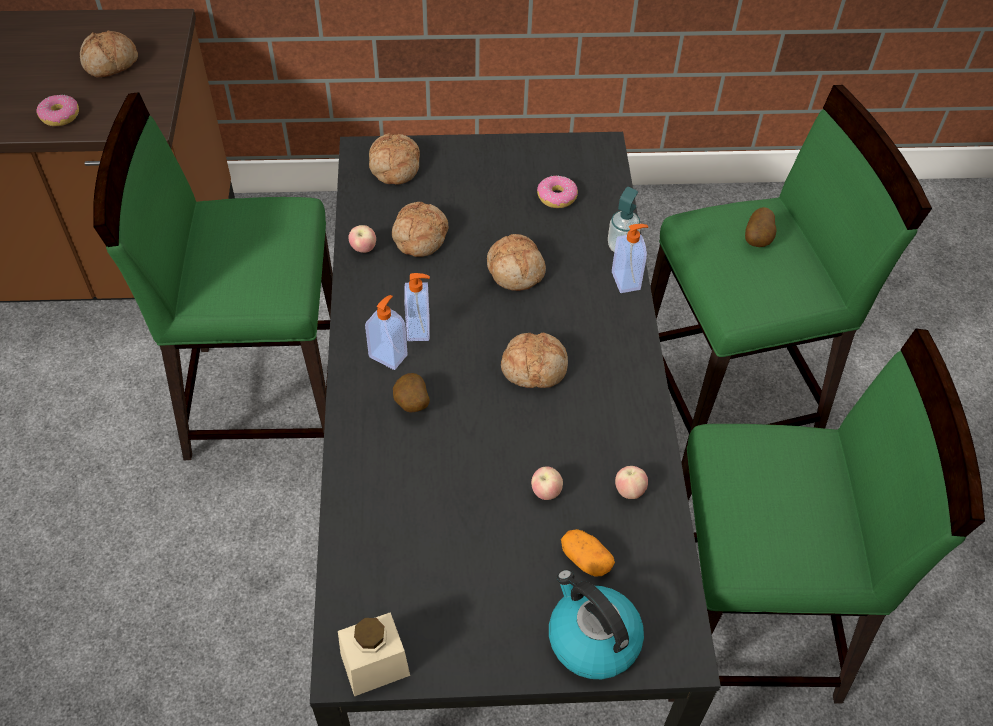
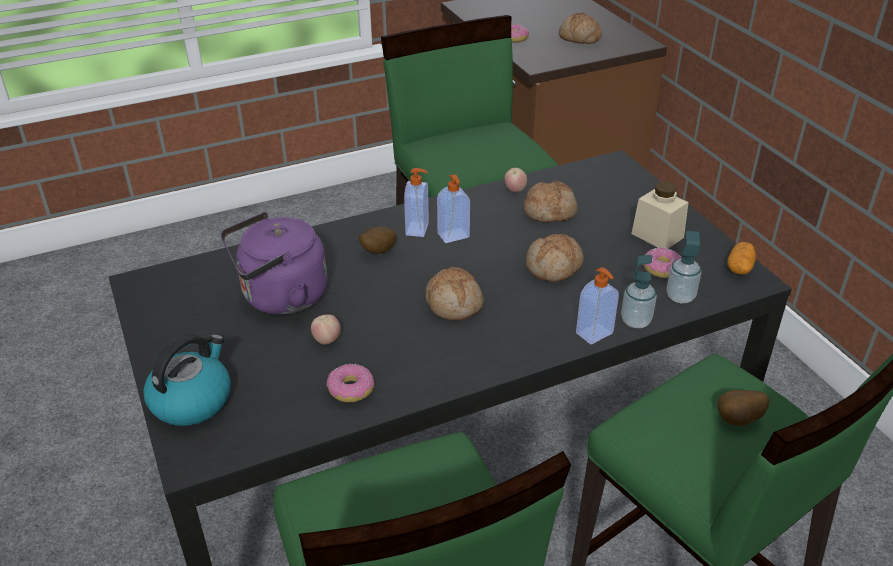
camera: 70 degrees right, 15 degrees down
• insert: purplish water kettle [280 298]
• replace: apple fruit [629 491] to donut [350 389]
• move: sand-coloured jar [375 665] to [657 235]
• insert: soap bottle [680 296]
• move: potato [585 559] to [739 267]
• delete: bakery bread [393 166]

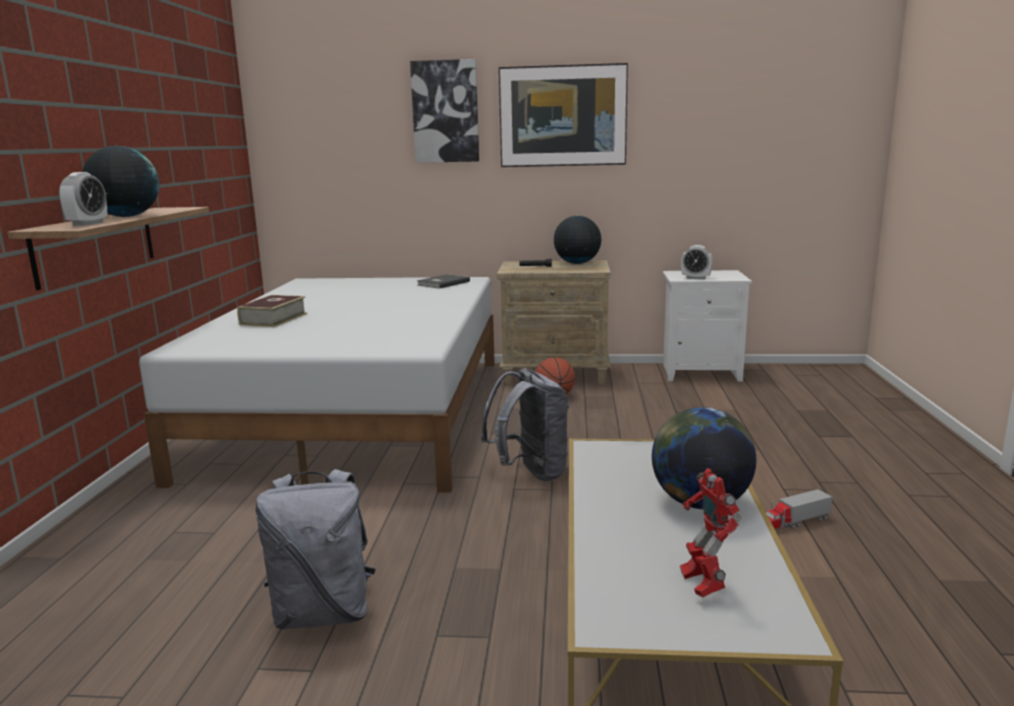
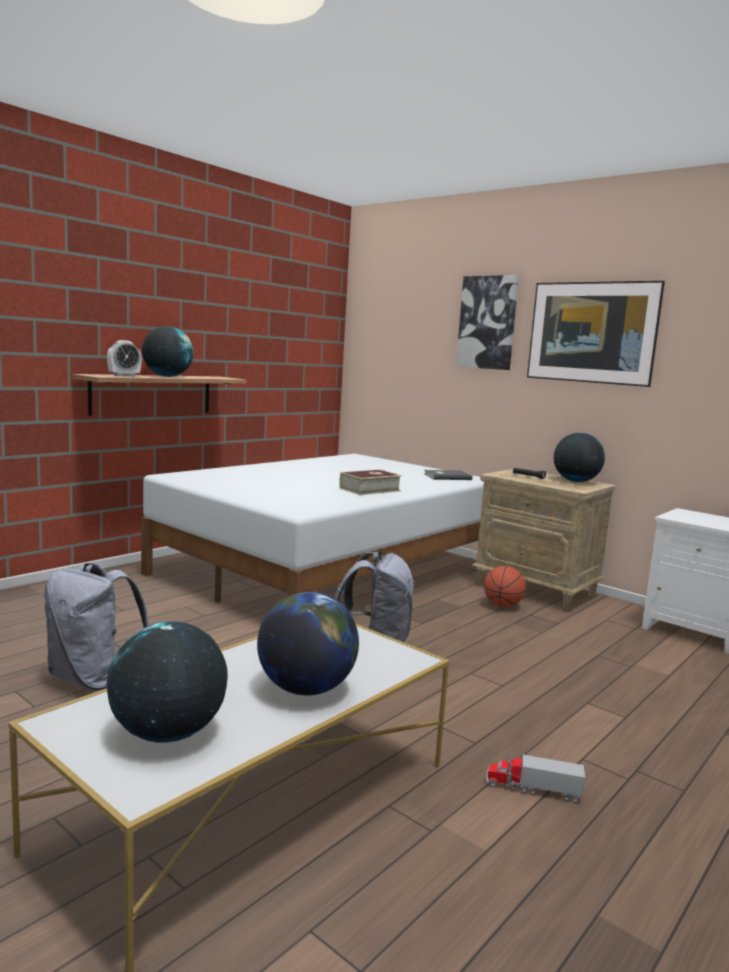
camera: 35 degrees right, 5 degrees down
• replace: model robot [701 585] to globe [168 734]
• move: book [273 319] to [369 489]
• delete: table clock [696 278]

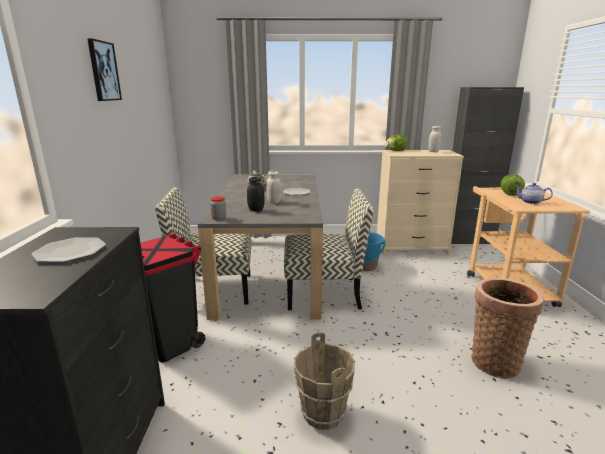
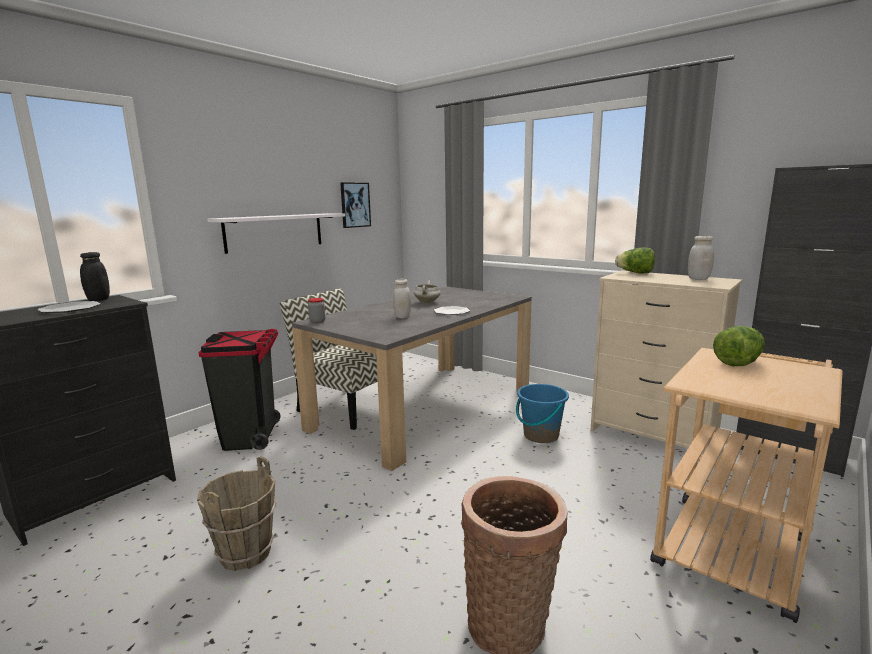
camera: 40 degrees right, 5 degrees down
• move: blackish jar [256 210] to [98 299]
• insert: white-coloured bracket shelf [275 232]
• move: wall art [103 71] to [355 205]
• delete: plain chair [324 292]
• delete: teapot [530 202]

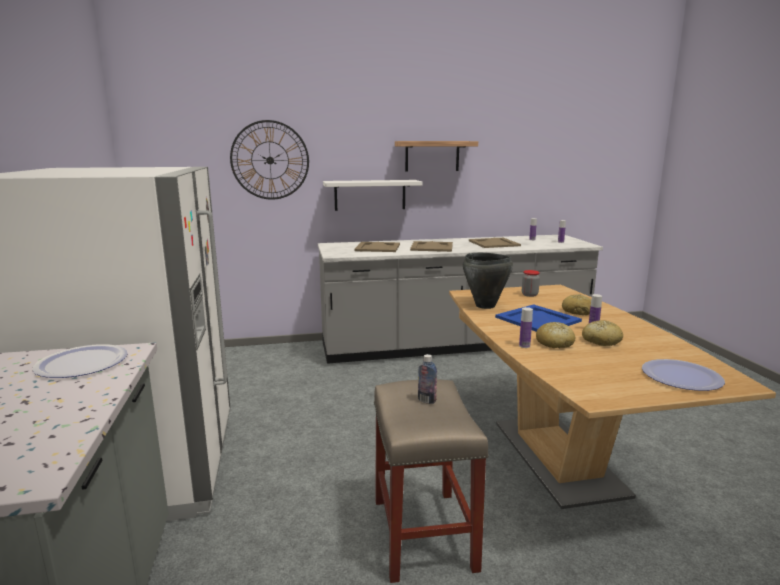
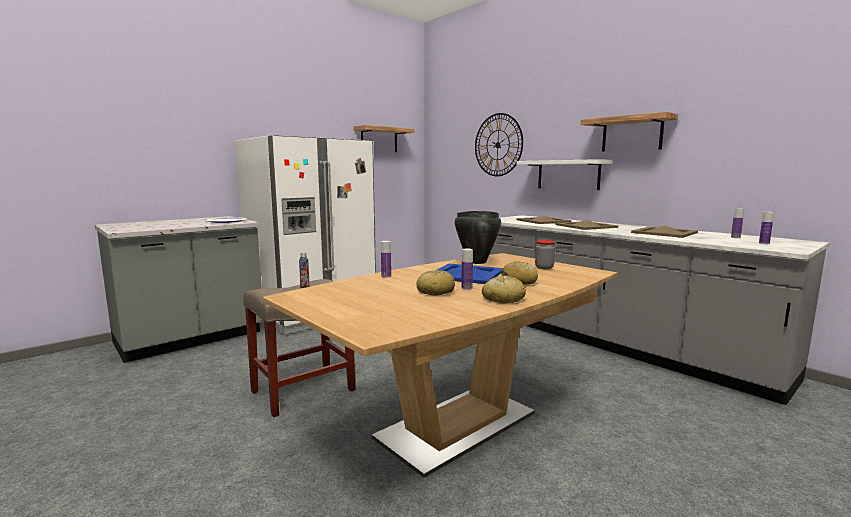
camera: 60 degrees right, 5 degrees down
• insert: bracket shelf [379 140]
• move: bakery bread [554 343] to [503 299]
• delete: dinner plate [681 376]

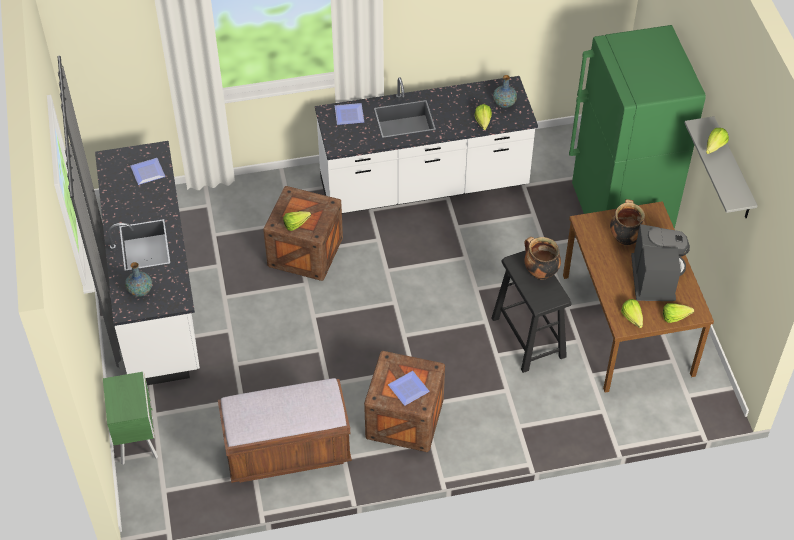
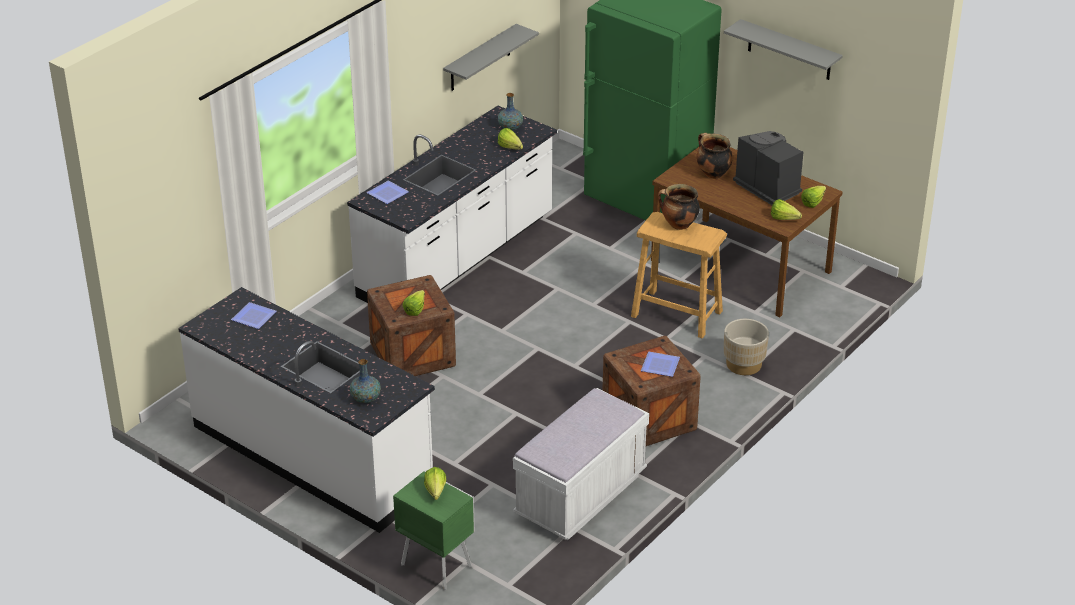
camera: 40 degrees left, 15 degrees down
• move: lettuce [712 149] to [435 493]
• insert: grey bracket shelf [480 58]
• recolor: brown bench [287 452] to white-coloured bench [581 496]
• recolor: blackish stool seat [528 337] to sand-coloured stool seat [676 313]
• insert: sand-coloured flower pot [744 365]

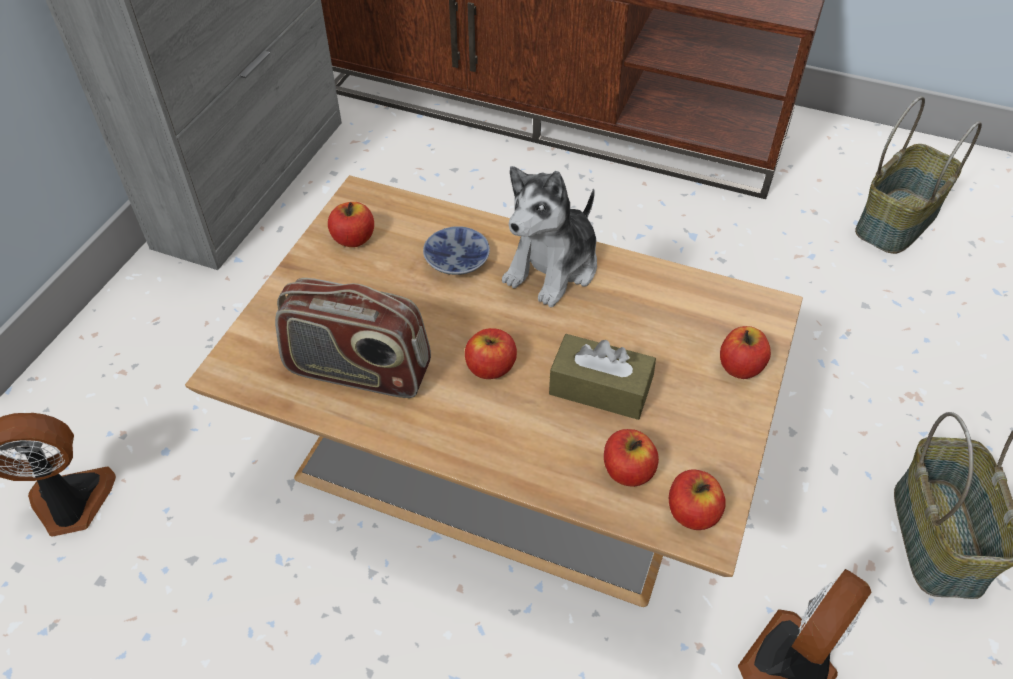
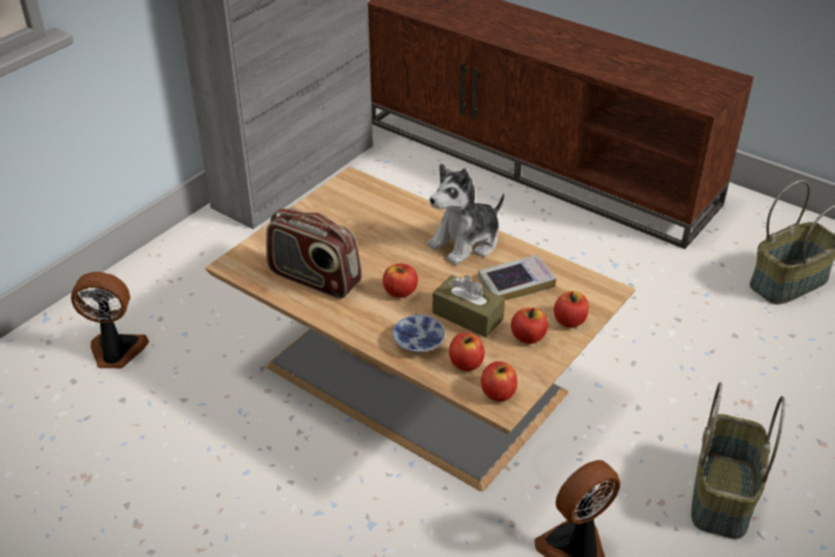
camera: 15 degrees right, 10 degrees down
• move: serving bowl [456 262] to [417 343]
• insert: book [516 283]
• move: apple fruit [353 239] to [528 337]

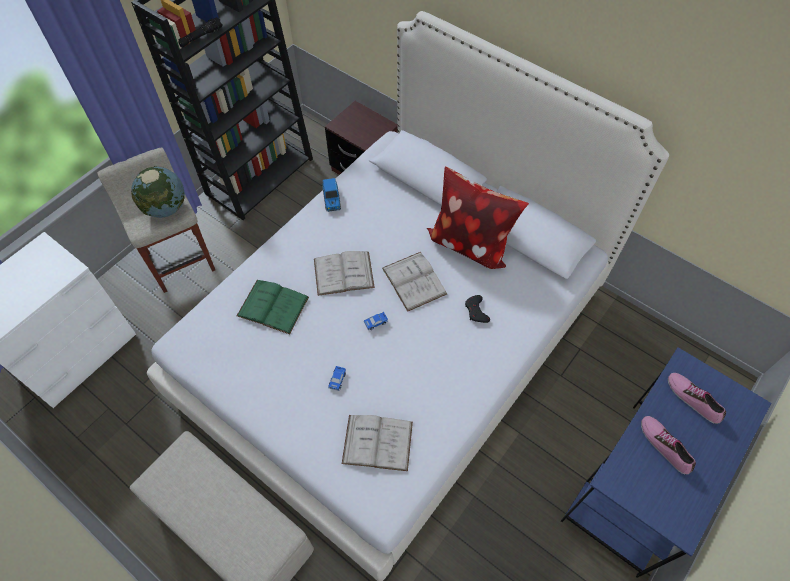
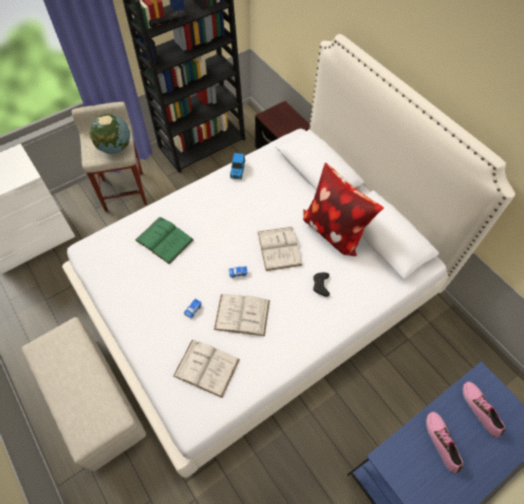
camera: 15 degrees right, 0 degrees up
• move: white-coloured book [343 273] to [242 314]

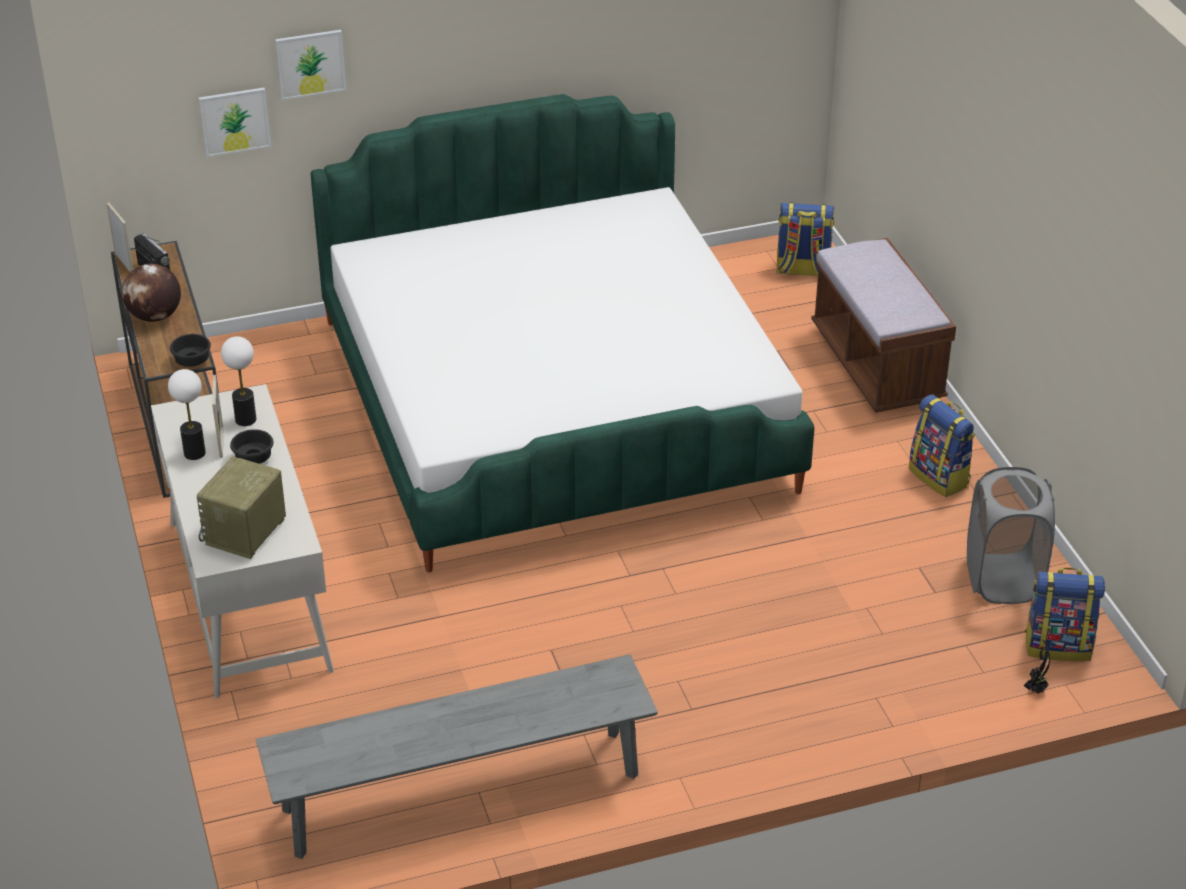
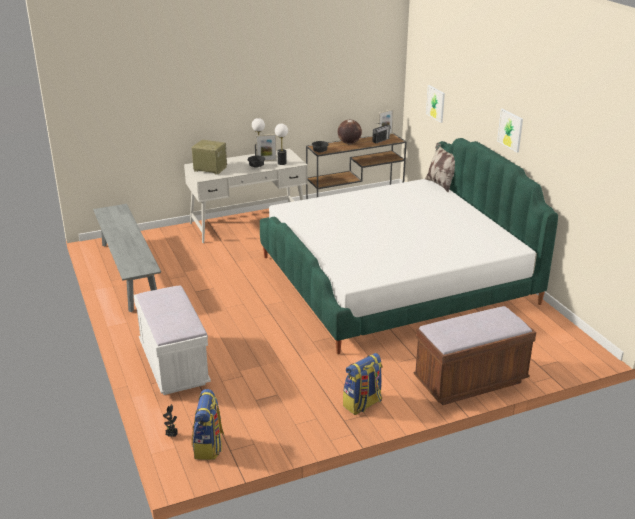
camera: 85 degrees right, 10 degrees down
• insert: white-coloured bench [173 364]
• insert: throw pillow [440 184]
• move: wall art [310 64] to [510 130]
• delete: rucksack [802 270]
• delete: grey laundry basket [1003 579]

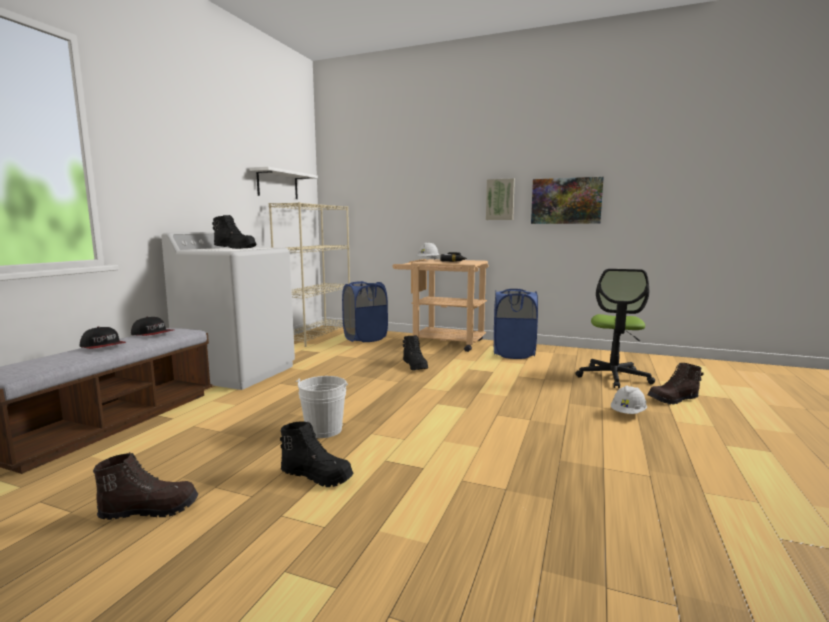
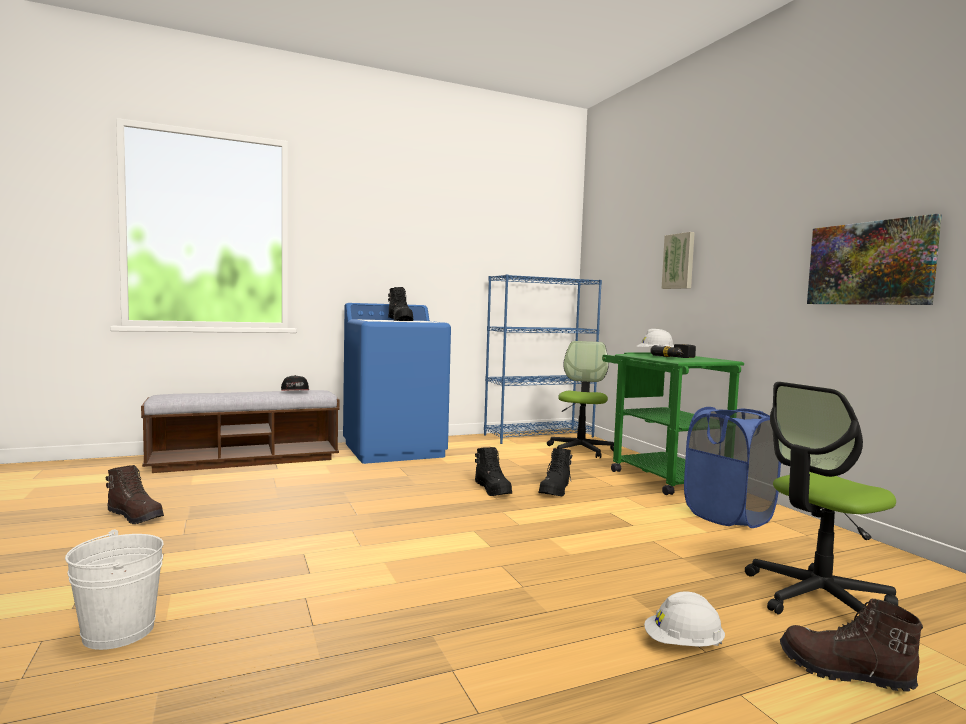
camera: 45 degrees right, 5 degrees down
• move: white-coloured water bucket [323 430] to [118 631]
• recolor: white-coloured laundry machine [238 372] to blue laundry machine [394 450]
• move: blackish high-top boot [317 476] to [493 490]
• recolor: sand-coloured bookshelf [316 335] to blue bookshelf [539 436]
• replace: blue laundry basket [365 338] to computer chair [580 450]
• recolor: sand-coloured cart [441 342] to greenish cart [661 476]
• move: wall art [500 199] to [679 261]
• delete: baseball cap [103 346]
• delete: white-coloured bracket shelf [277 185]

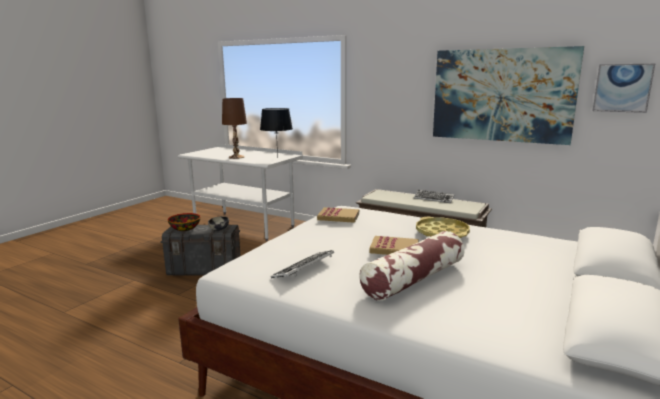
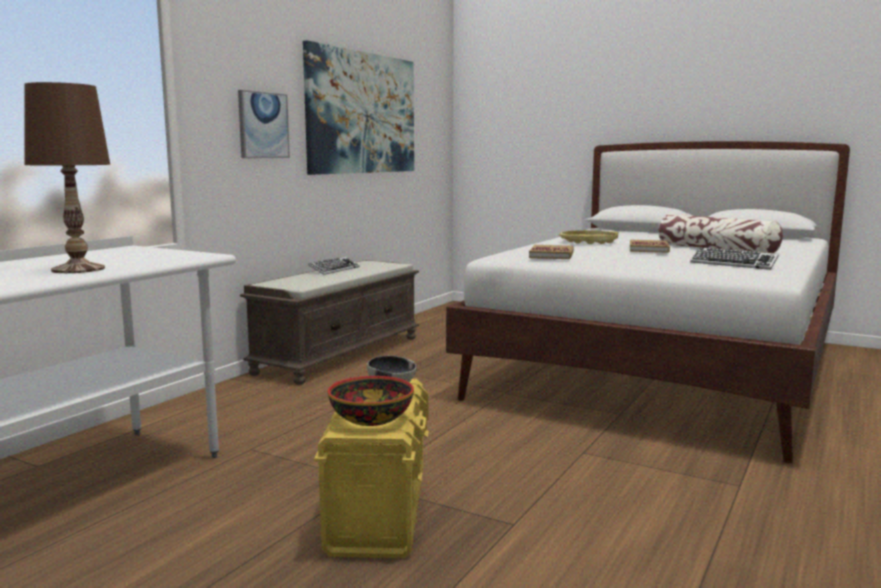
camera: 90 degrees left, 5 degrees down
• move: wall art [622 88] to [263 125]
• recolor: grey storage box [205 270] to yellow storage box [378 510]
• delete: blackish table lamp [277 158]

